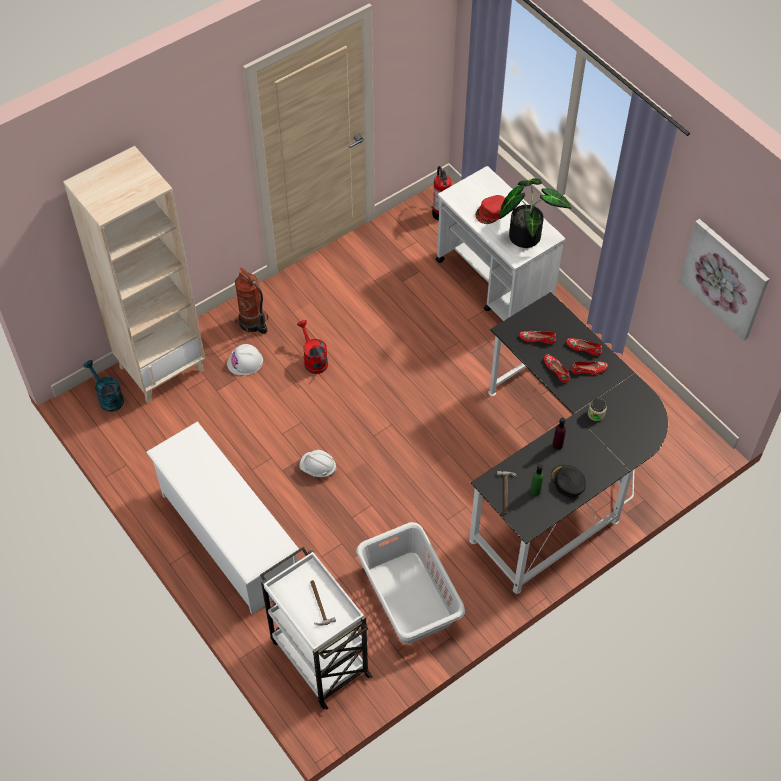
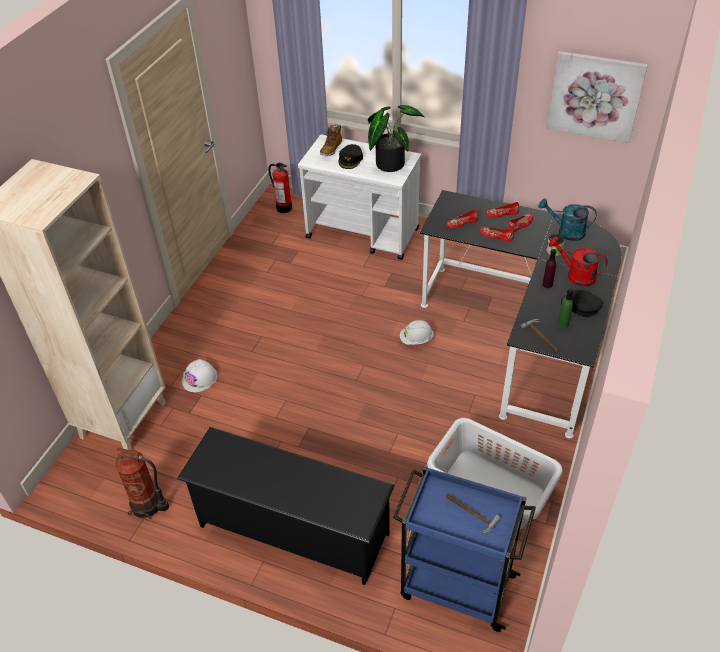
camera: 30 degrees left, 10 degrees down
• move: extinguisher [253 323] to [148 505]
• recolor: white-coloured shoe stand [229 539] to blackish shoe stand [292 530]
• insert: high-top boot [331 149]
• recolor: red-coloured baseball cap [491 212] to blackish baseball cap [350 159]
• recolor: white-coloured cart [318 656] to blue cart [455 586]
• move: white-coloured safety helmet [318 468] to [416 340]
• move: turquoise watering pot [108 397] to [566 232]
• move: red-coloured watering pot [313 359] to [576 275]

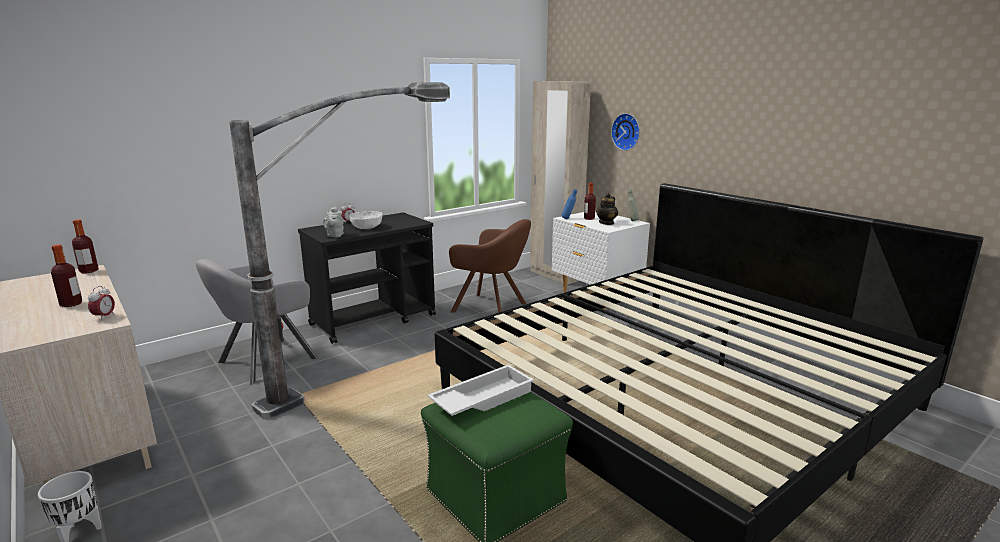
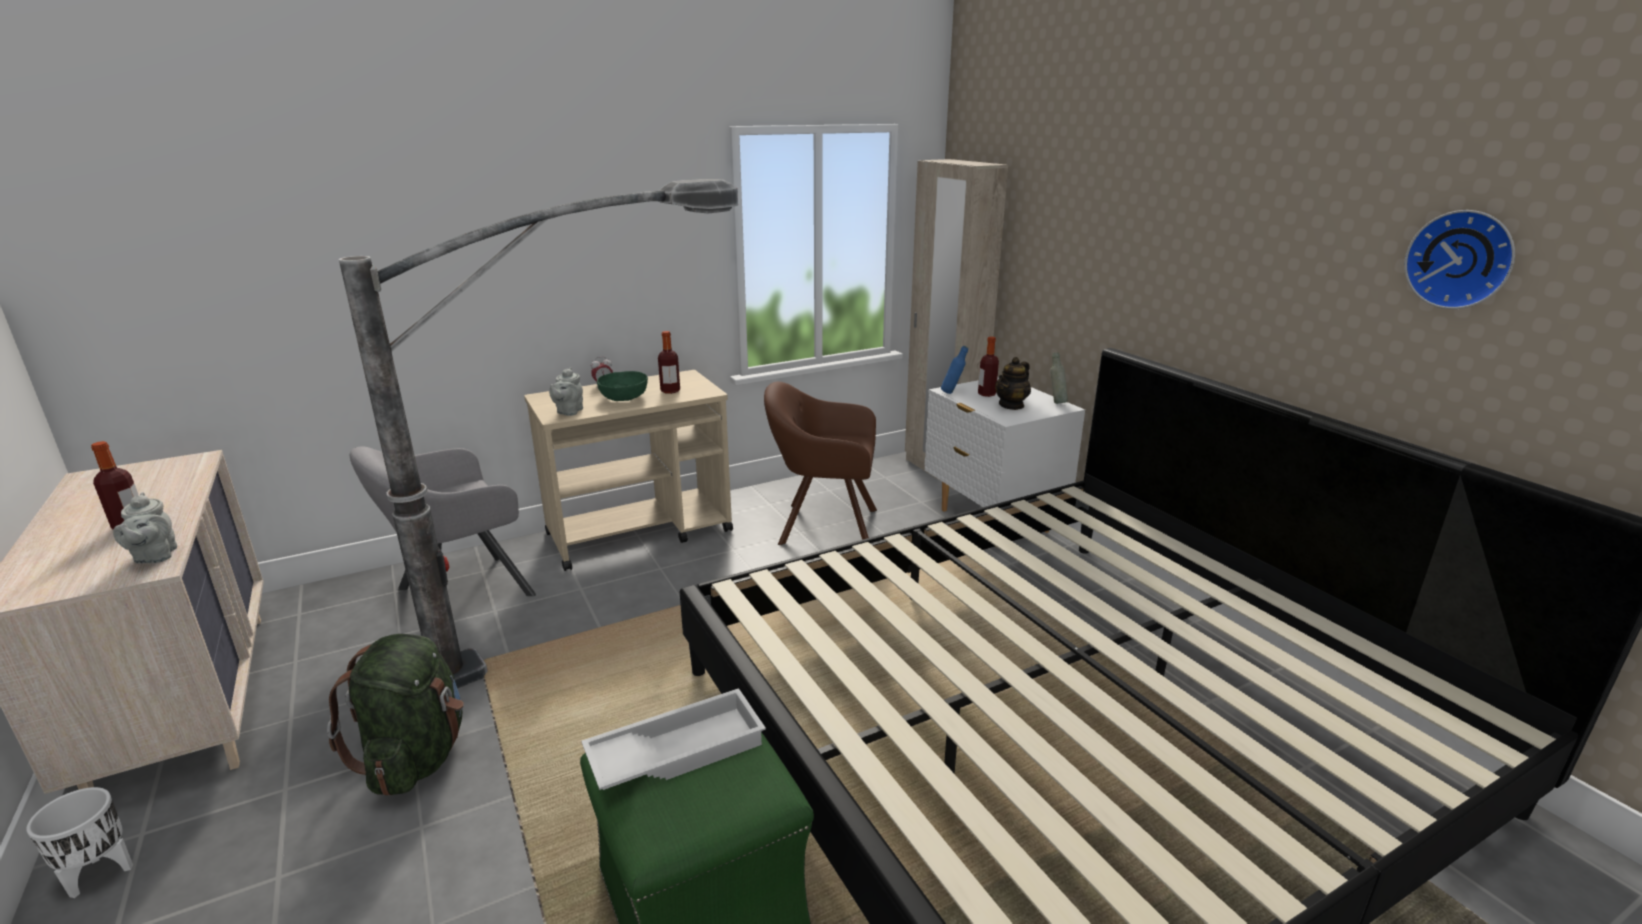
camera: 10 degrees right, 5 degrees up
• replace: table clock [104 317] to grey teapot [154 557]
• insert: greenish rucksack [417 757]
• recolor: blackish cart [374 320] to sand-coloured cart [641 532]
• recolor: white-coloured serving bowl [366 227] to greenish serving bowl [624 397]
• move: beverage bottle [89 271] to [670 391]
• rotate: brown easy chair [492 308] = [823 526] 150 degrees clockwise
• move: hanging clock [627 131] to [1461 259]

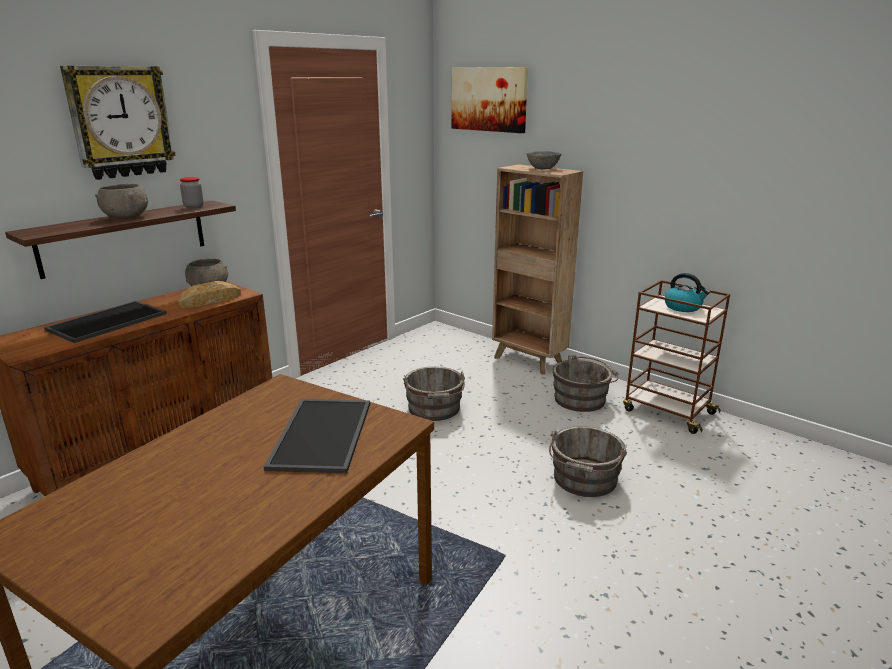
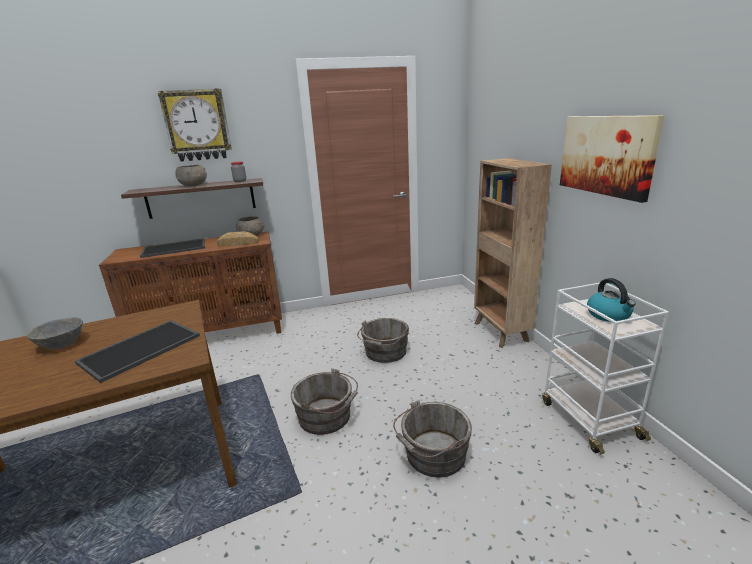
camera: 35 degrees right, 0 degrees up
• move: grey serving bowl [542 168] to [62 344]
• move: grey water bucket [582 399] to [327 417]
• recolor: brown cart [667 411] to white-coloured cart [588 419]
• move: wall art [489 99] to [606 155]

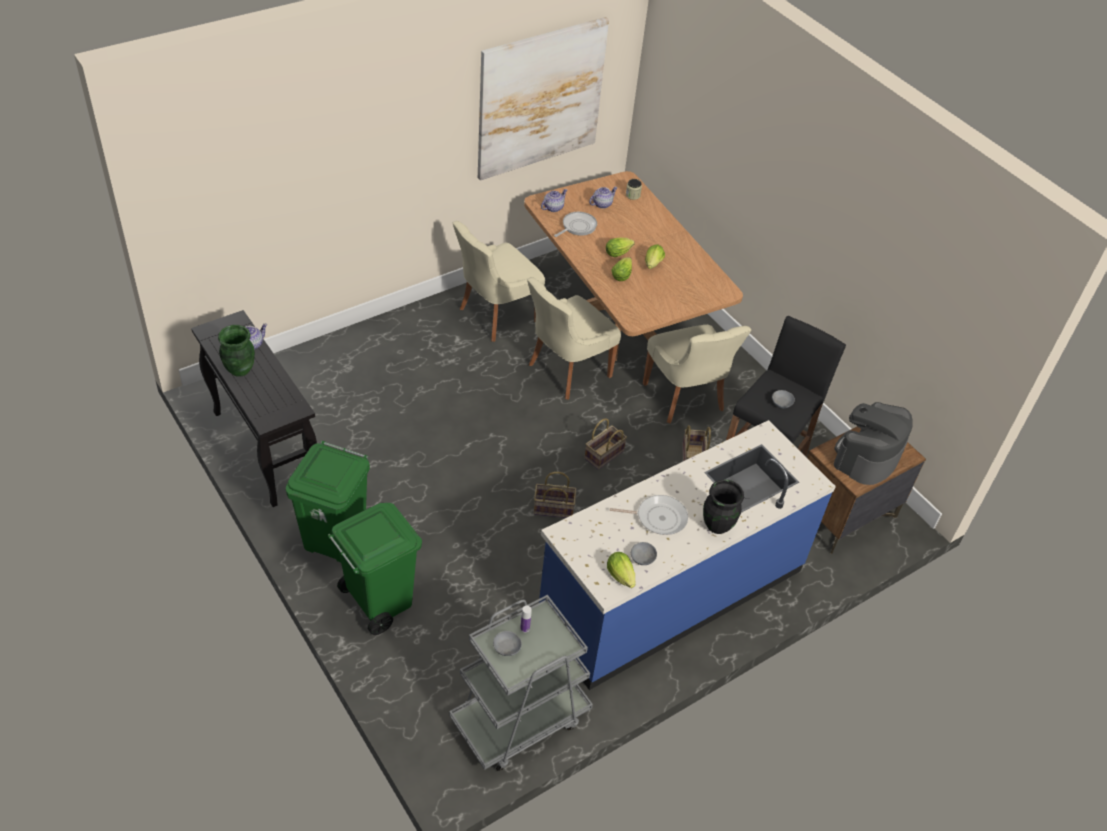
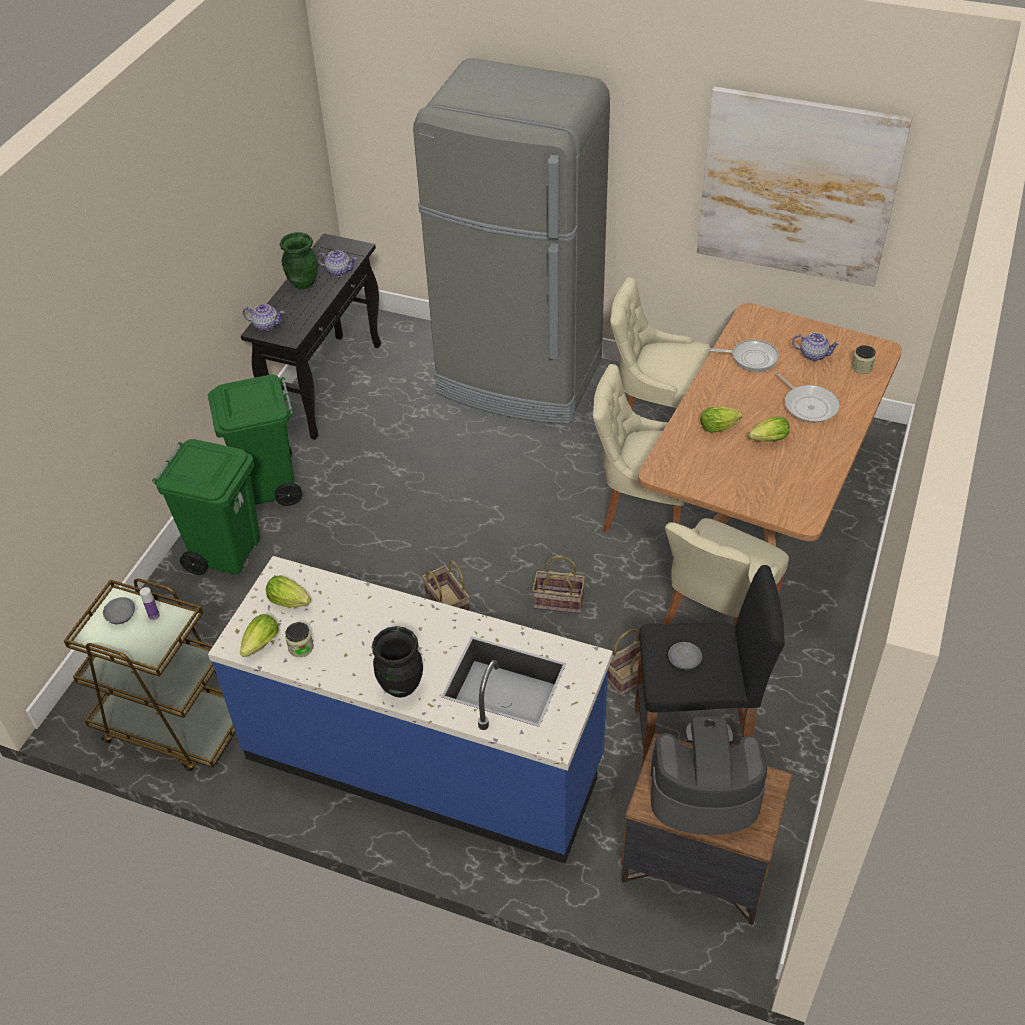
camera: 60 degrees right, 0 degrees up
• recolor: grey cart [519 719] to brown cart [172 724]
• move: teapot [553 208] to [266 325]
• move: lettuce [619 253] to [291 602]
• replace: grey serving bowl [642 557] to jar [301 647]
• insert: grey fridge [519 379]
• move: frying pan [658 518] to [808 405]

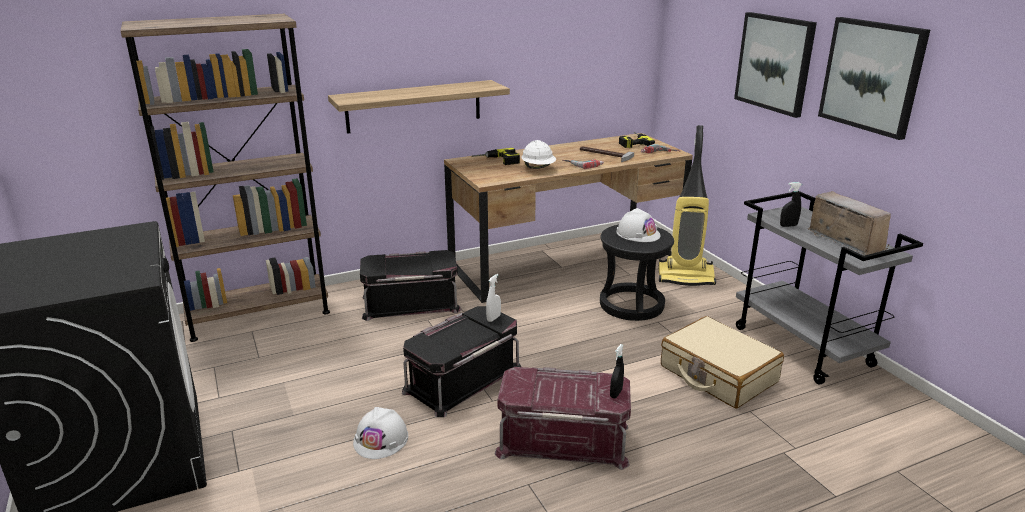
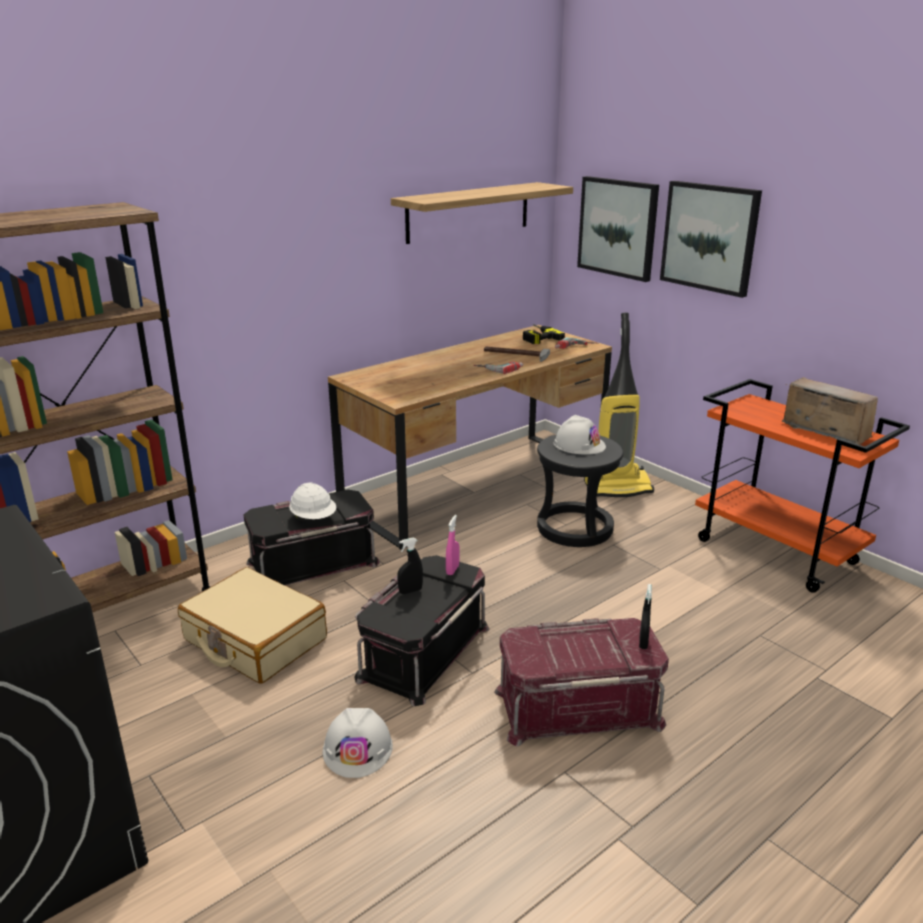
camera: 15 degrees left, 0 degrees up
• move: sand-coloured suitcase [717 374] to [254 640]
• move: white-coloured safety helmet [538 168] to [314 519]
• move: bracket shelf [414 106] to [468 212]
• move: blackish hand sprayer [788 225] to [410 591]
• recolor: white-coloured hand sprayer [493 318] to pink-coloured hand sprayer [452 570]
• move: wall art [872 76] to [618 227]
• recolor: grey cart [804 347] to orange-coloured cart [777 552]
• delete: power drill [497 161]

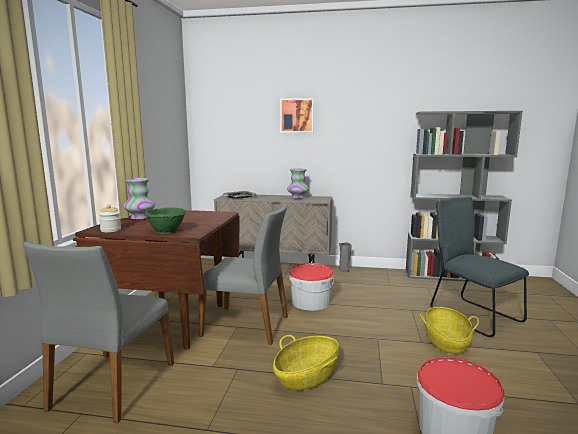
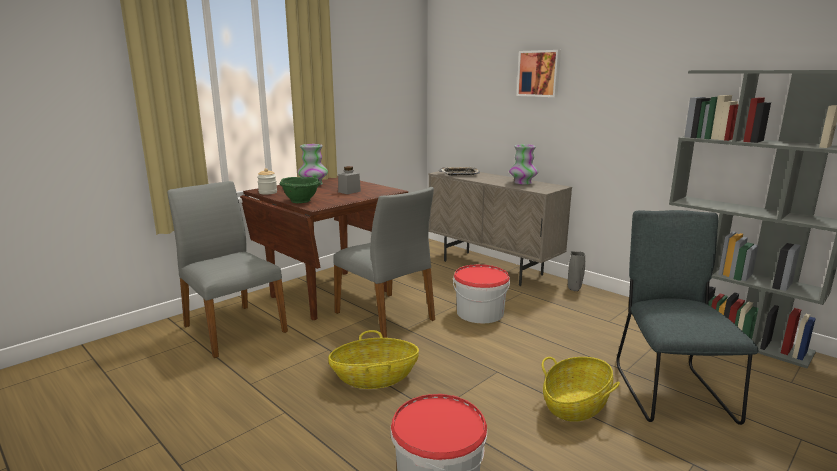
camera: 35 degrees right, 5 degrees up
• rotate: grey plain chair [112 385] = [232 328] 90 degrees clockwise
• insert: grey jar [349 191]

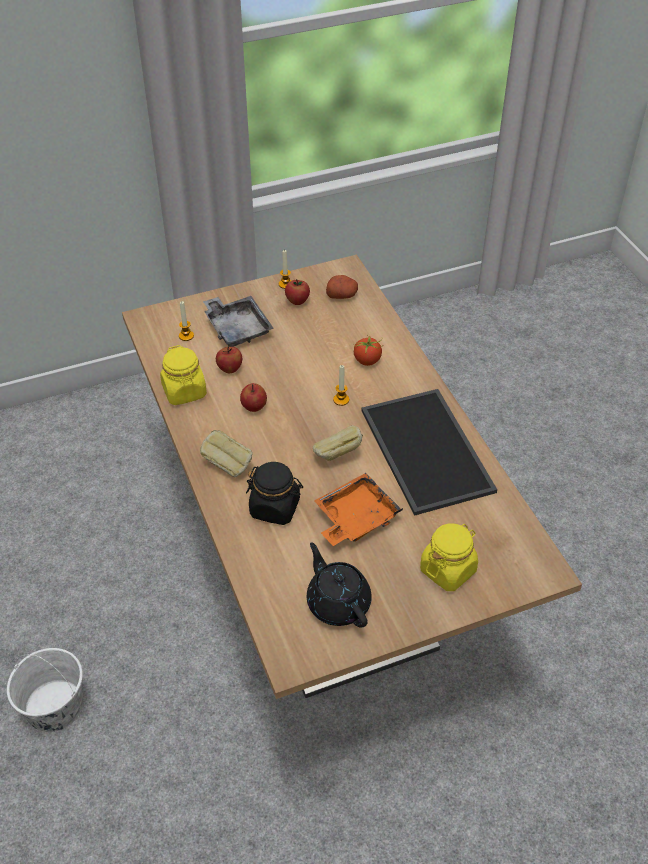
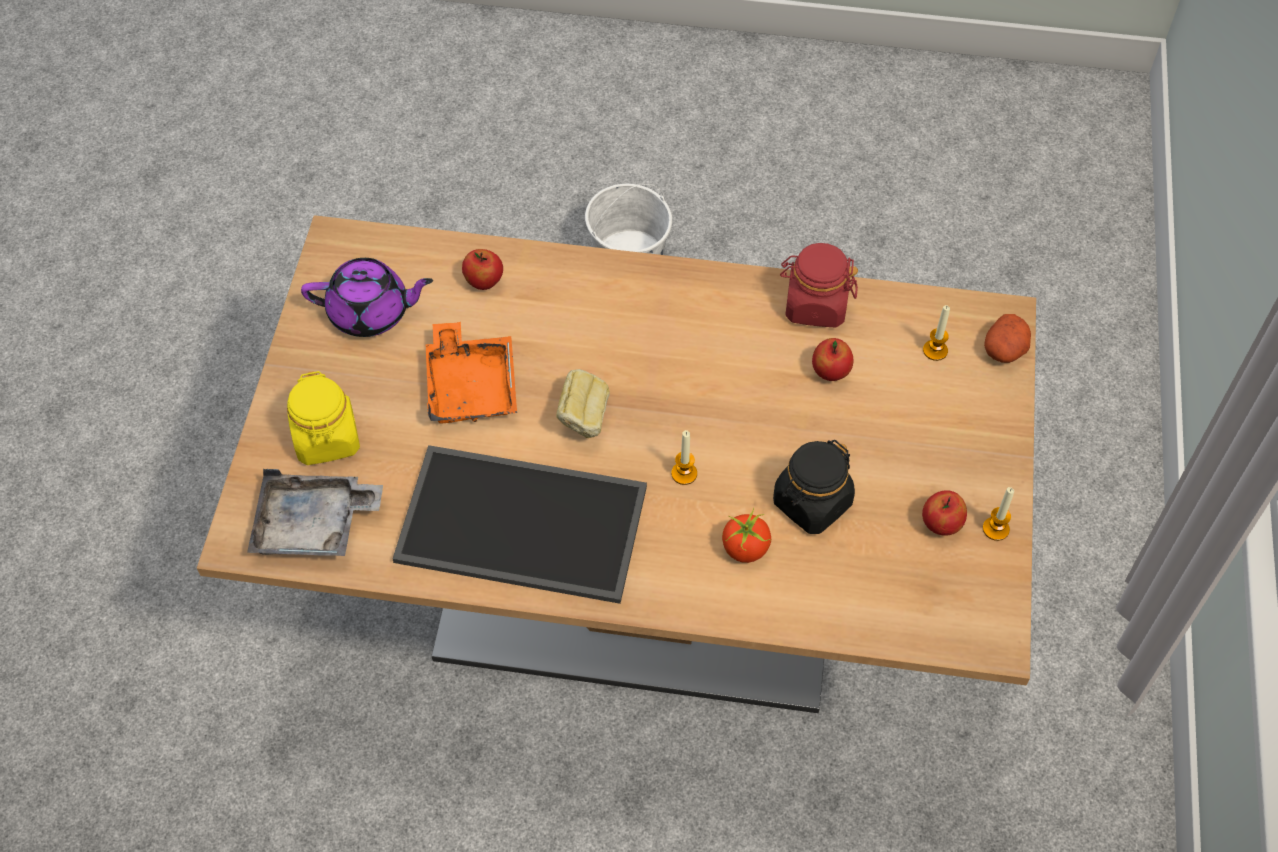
camera: 120 degrees right, 10 degrees up
• move: grey serving tray [237 328] to [314 525]
• recolor: blackish teapot [338 602] to purplish teapot [371 312]
• move: apple fruit [254 407] to [484 282]
• move: blackish jar [275 508] to [811 503]
• recolor: yellow jar [184 391] to red-coloured jar [815 305]
• move: potato [342 295] to [1005 350]
• delete: bakery bread [228 465]

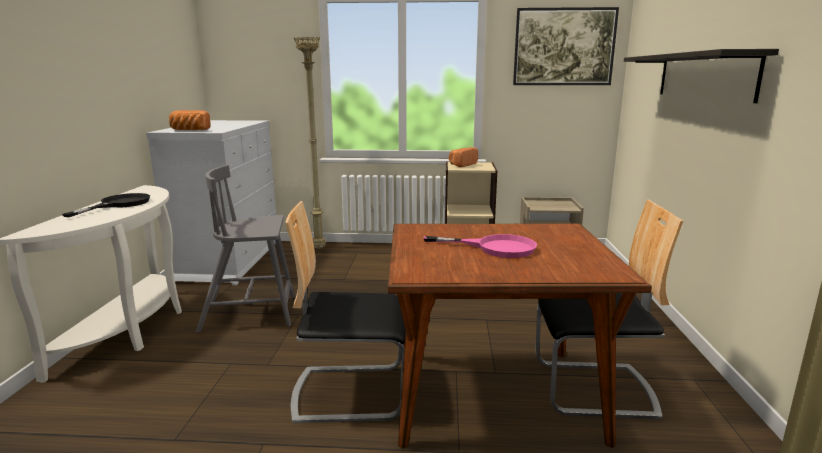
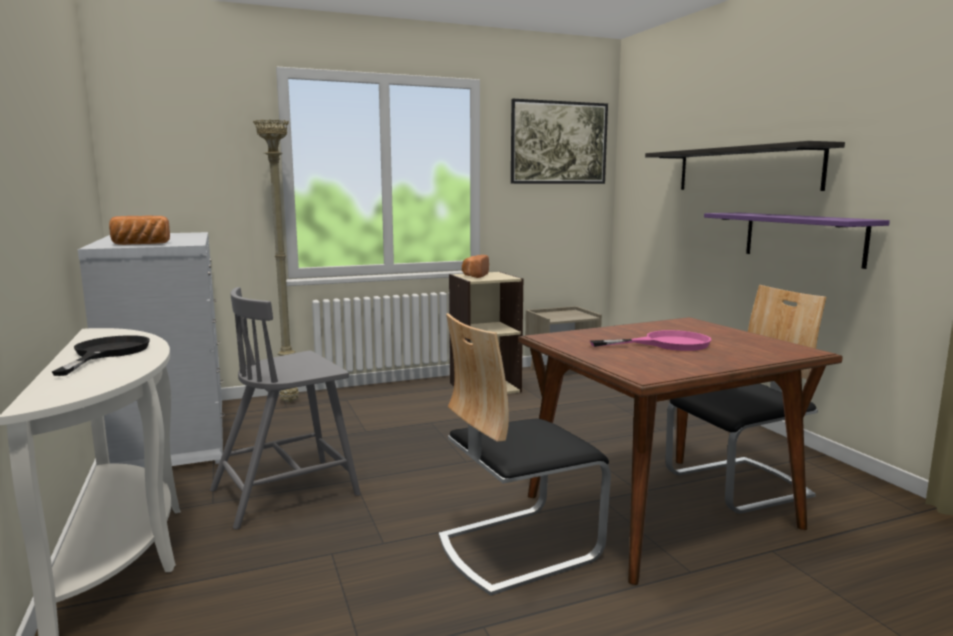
camera: 25 degrees left, 5 degrees down
• insert: purplish bracket shelf [803 238]

